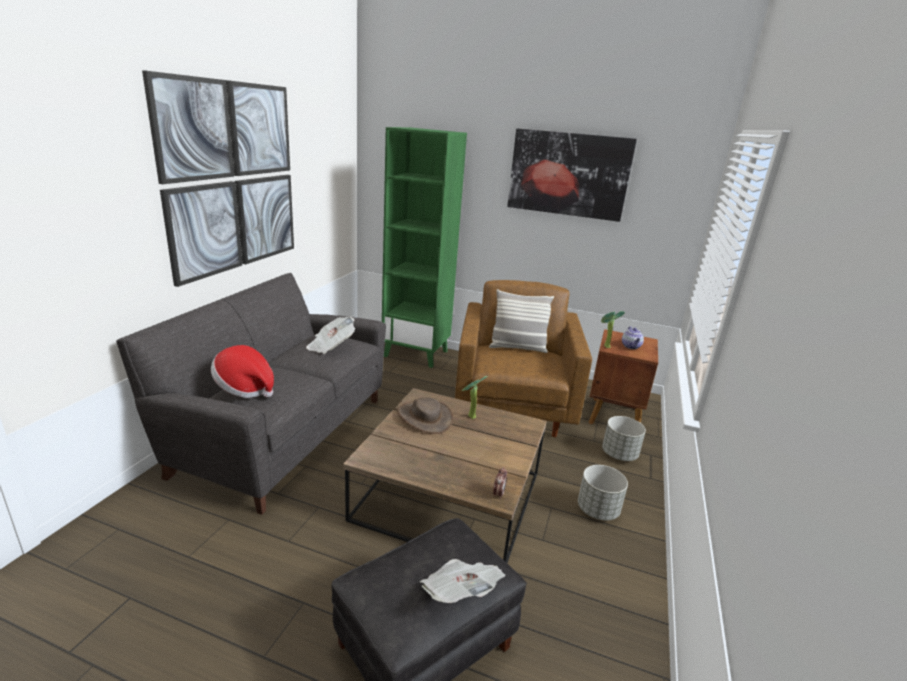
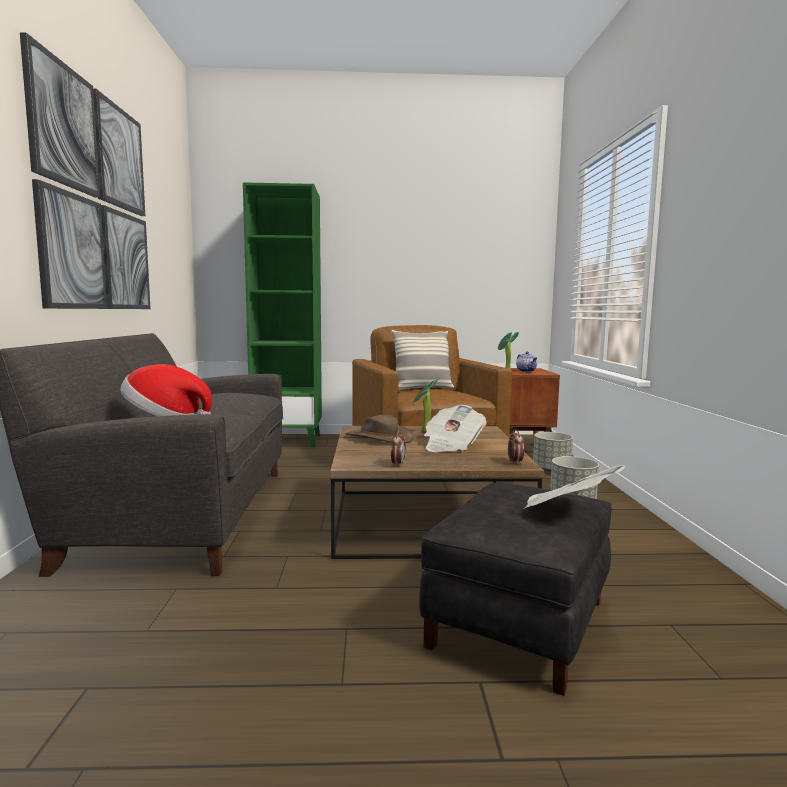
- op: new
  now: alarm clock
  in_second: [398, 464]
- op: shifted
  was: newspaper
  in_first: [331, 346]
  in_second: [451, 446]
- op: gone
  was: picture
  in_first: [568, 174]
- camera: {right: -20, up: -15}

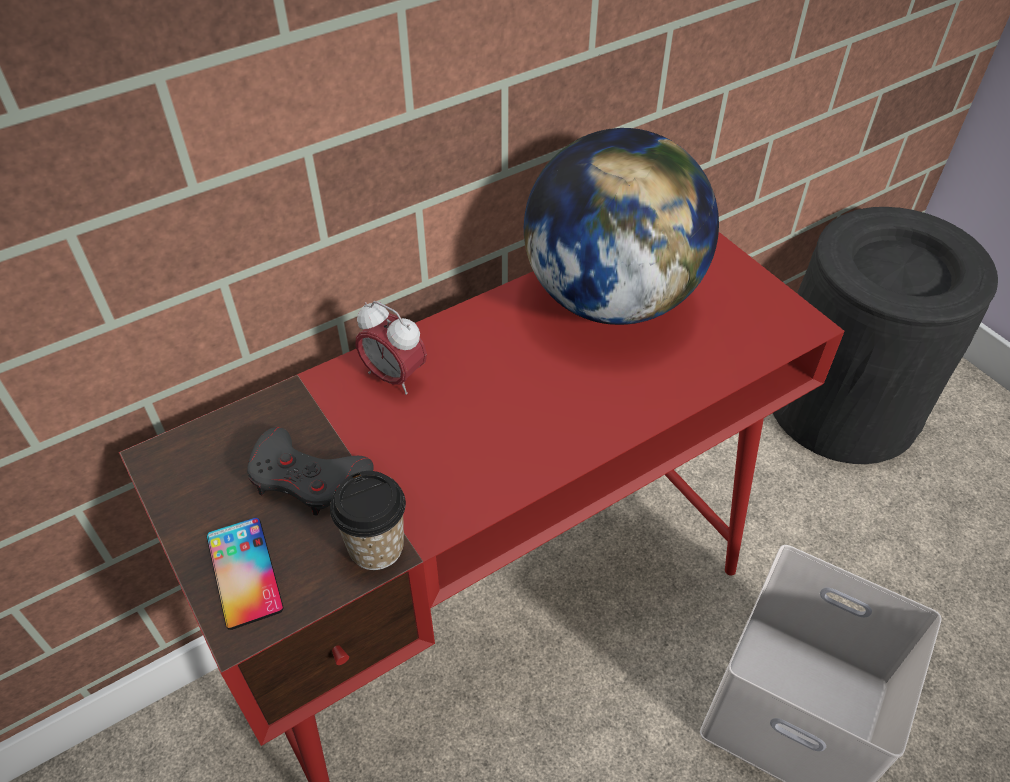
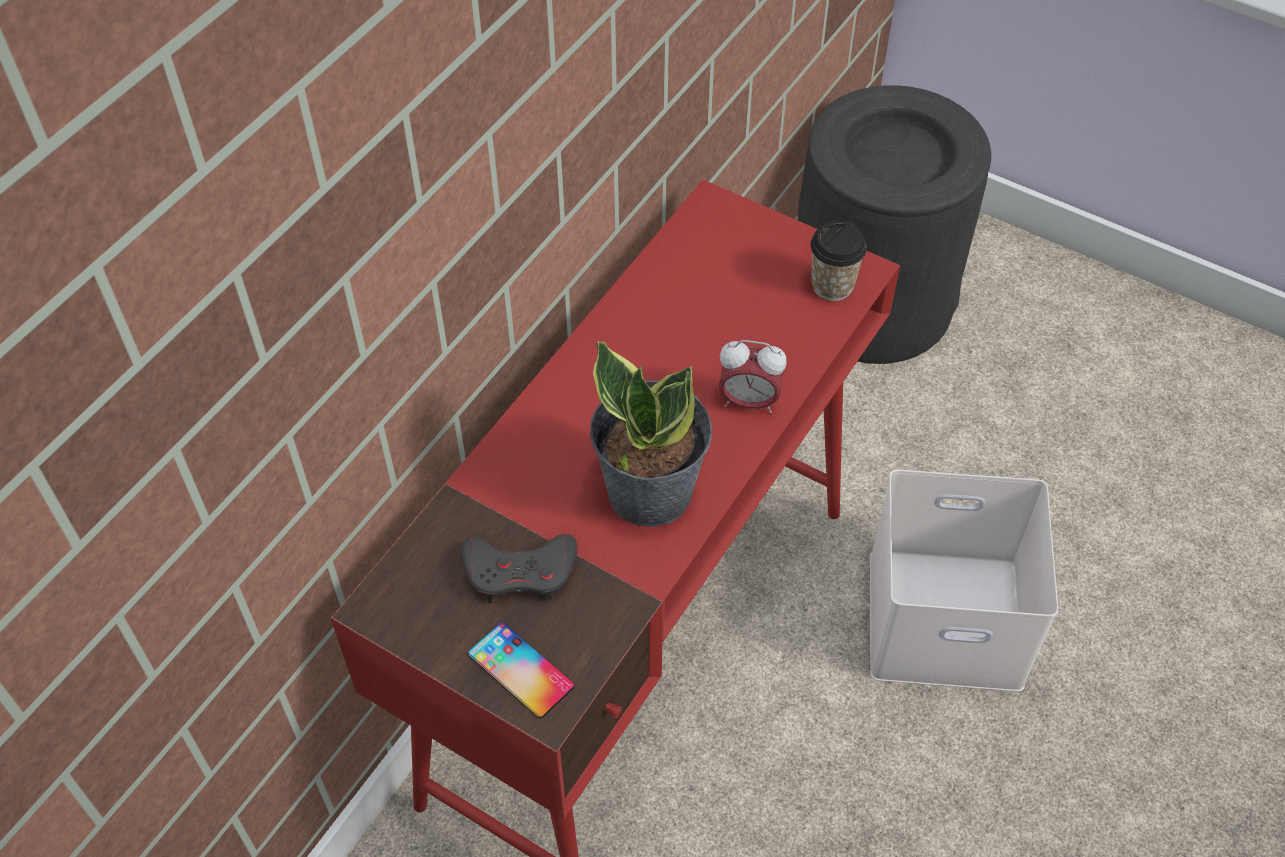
- op: new
  now: potted plant
  in_second: [650, 490]
- op: shifted
  was: alarm clock
  in_first: [394, 377]
  in_second: [749, 401]
- op: shifted
  was: cup
  in_first: [376, 547]
  in_second: [832, 285]
- op: gone
  was: globe
  in_first: [611, 298]
- camera: {right: -25, up: 5}

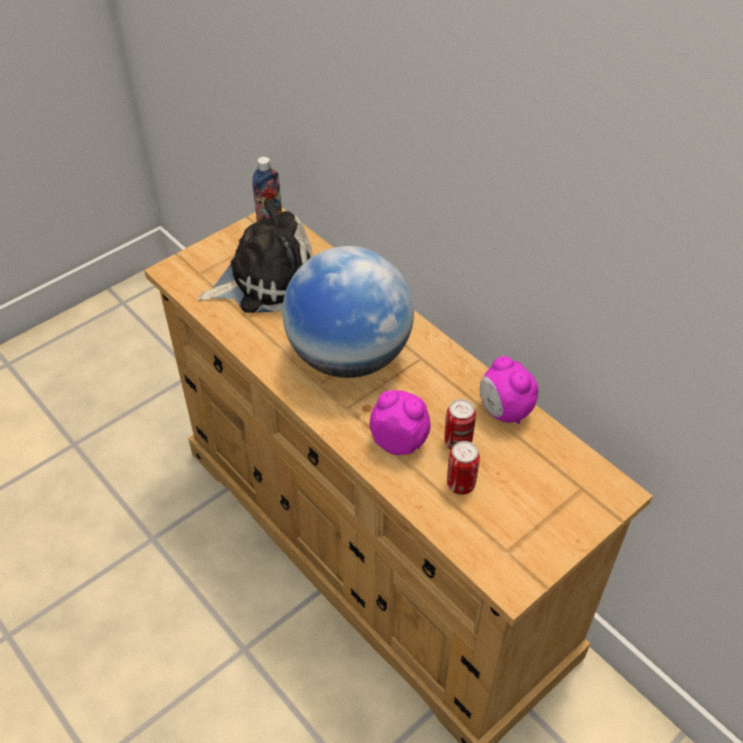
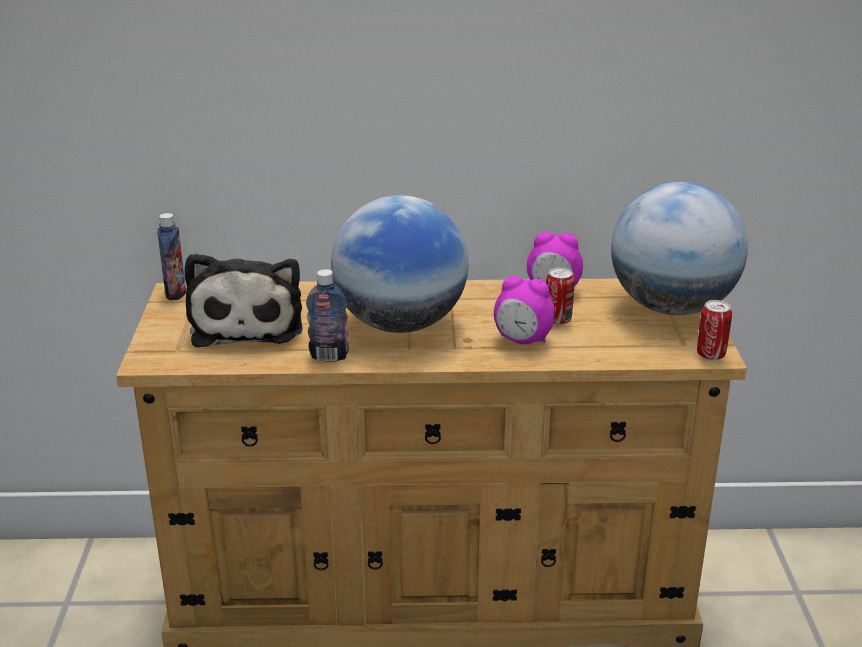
- op: rotated
  was: plush toy
  in_first: [266, 280]
  in_second: [248, 323]
  clockwise: 150
- op: new
  now: bottle
  in_second: [329, 356]
- op: rotated
  was: alarm clock
  in_first: [399, 441]
  in_second: [522, 340]
  clockwise: -135
- op: new
  now: globe
  in_second: [671, 307]
- op: shifted
  was: can
  in_first: [460, 484]
  in_second: [710, 355]
- camera: {right: -50, up: -20}

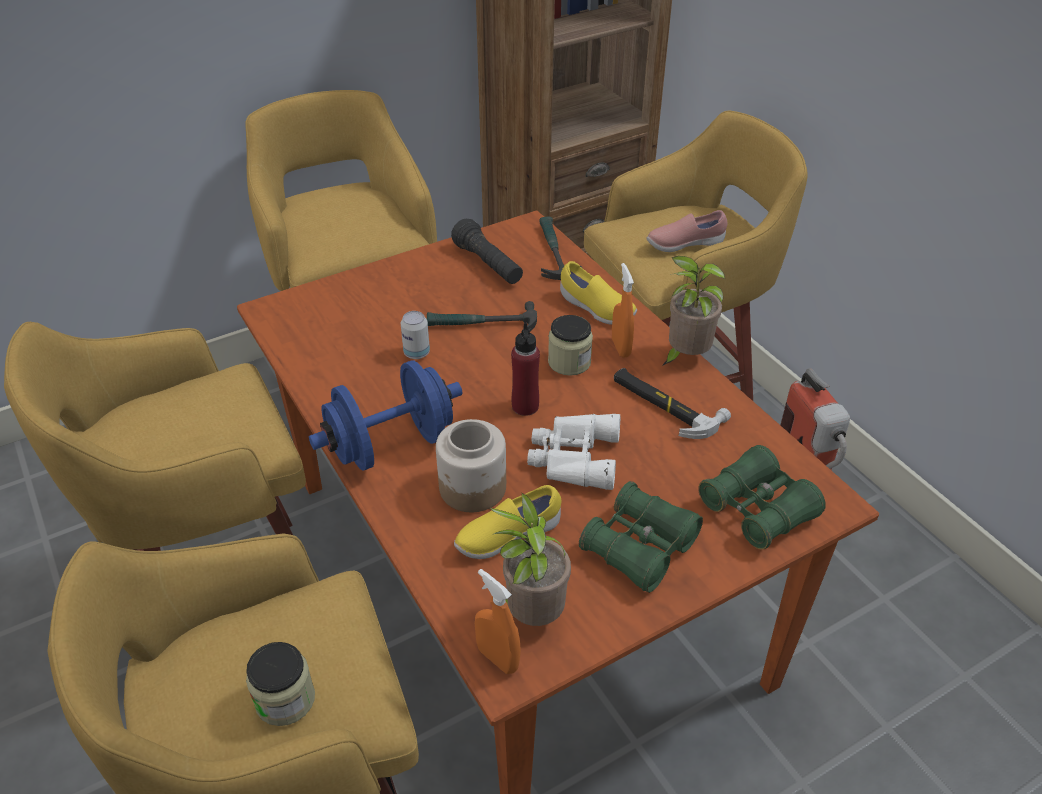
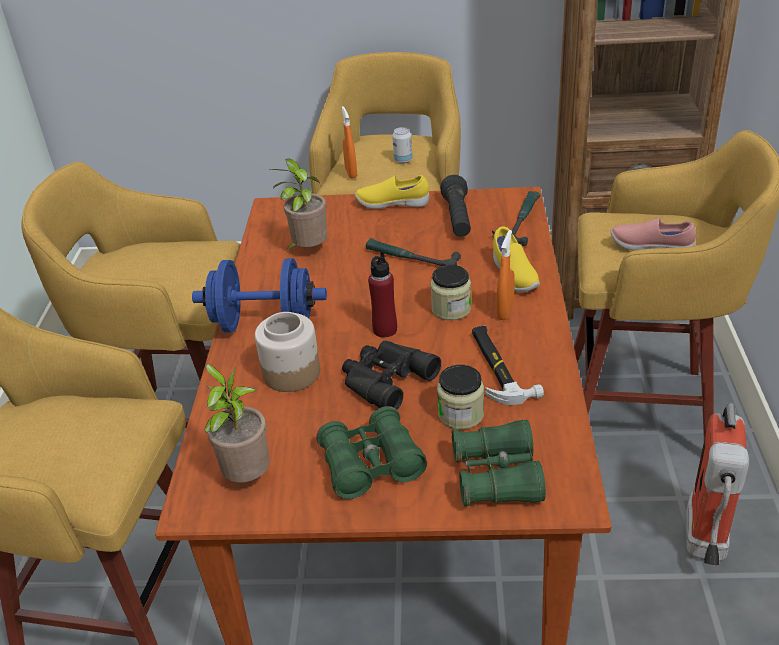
- op: shifted
  was: potted plant
  in_first: [685, 356]
  in_second: [308, 250]
- op: shifted
  was: orange spray bottle
  in_first: [497, 658]
  in_second: [351, 173]
- op: repainted
  was: white binoculars
  now: black binoculars
  in_first: [572, 457]
  in_second: [384, 379]
- op: shifted
  was: yellow shoe
  in_first: [507, 536]
  in_second: [392, 204]
- op: shifted
  was: can
  in_first: [416, 353]
  in_second: [403, 160]
- op: shifted
  was: jar
  in_first: [285, 699]
  in_second: [461, 414]
- camera: {right: 35, up: -5}

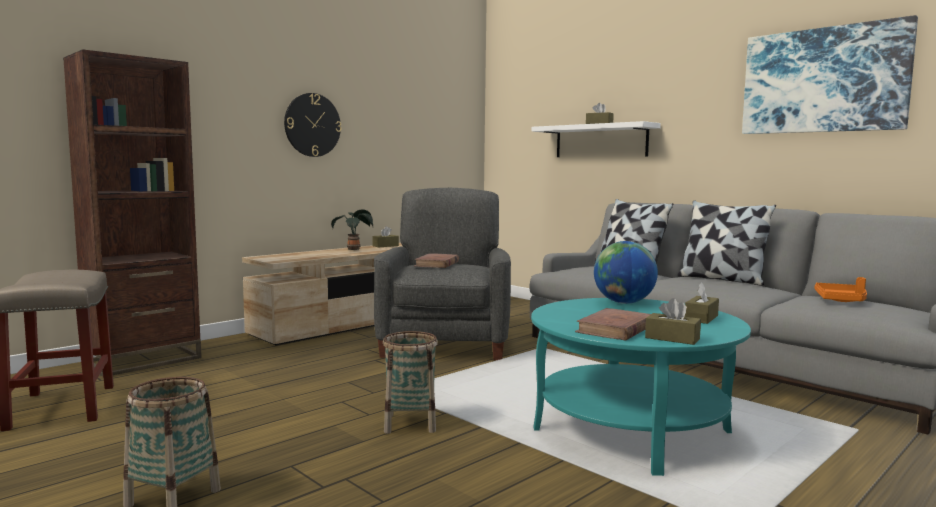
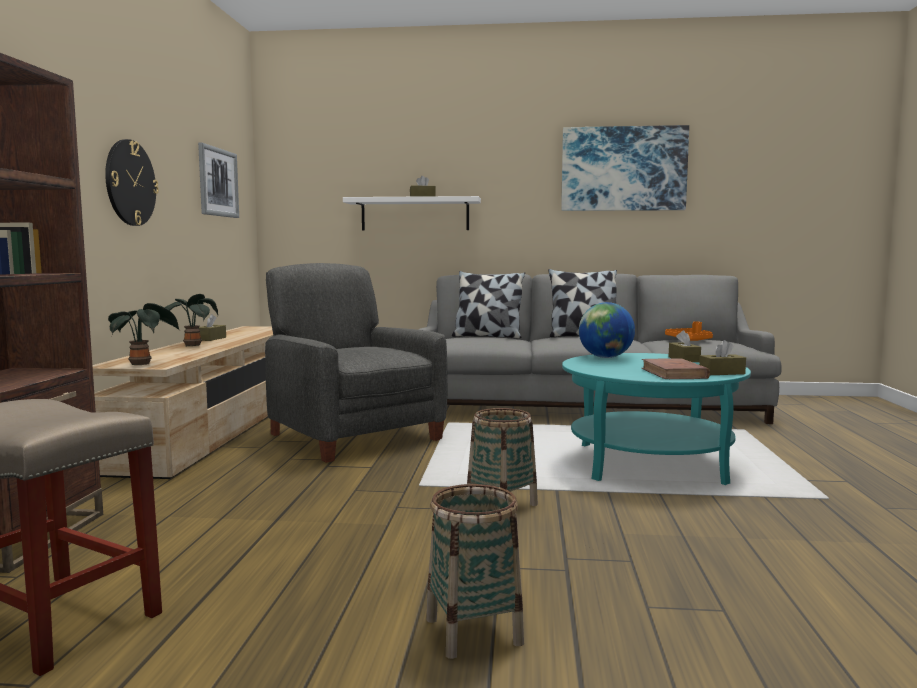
- op: new
  now: potted plant
  in_second: [143, 364]
- op: new
  now: picture
  in_second: [218, 182]
- op: gone
  was: brown book
  in_first: [437, 264]
- camera: {right: -40, up: 0}

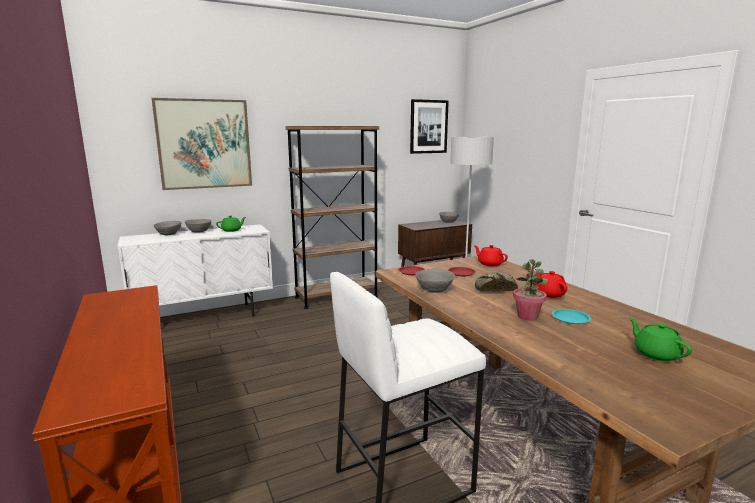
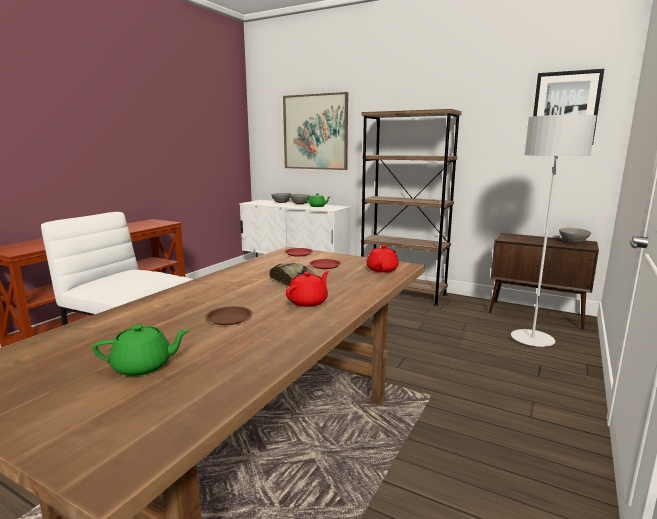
- op: rotated
  was: green teapot
  in_first: [656, 354]
  in_second: [144, 366]
  clockwise: 45
- op: repainted
  was: turquoise plate
  now: brown plate
  in_first: [571, 319]
  in_second: [229, 319]
- op: gone
  was: grey bowl
  in_first: [433, 290]
- op: gone
  was: potted plant
  in_first: [527, 316]
- camera: {right: 55, up: 0}

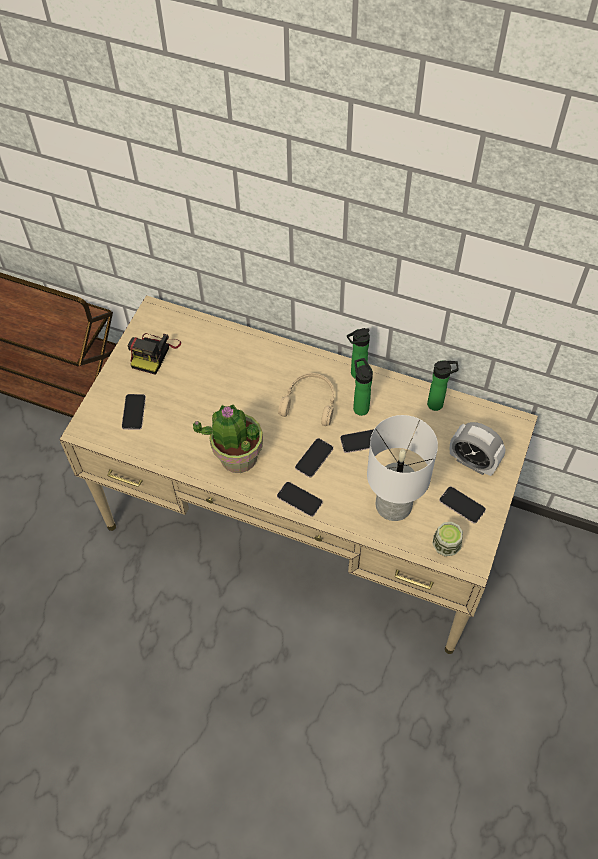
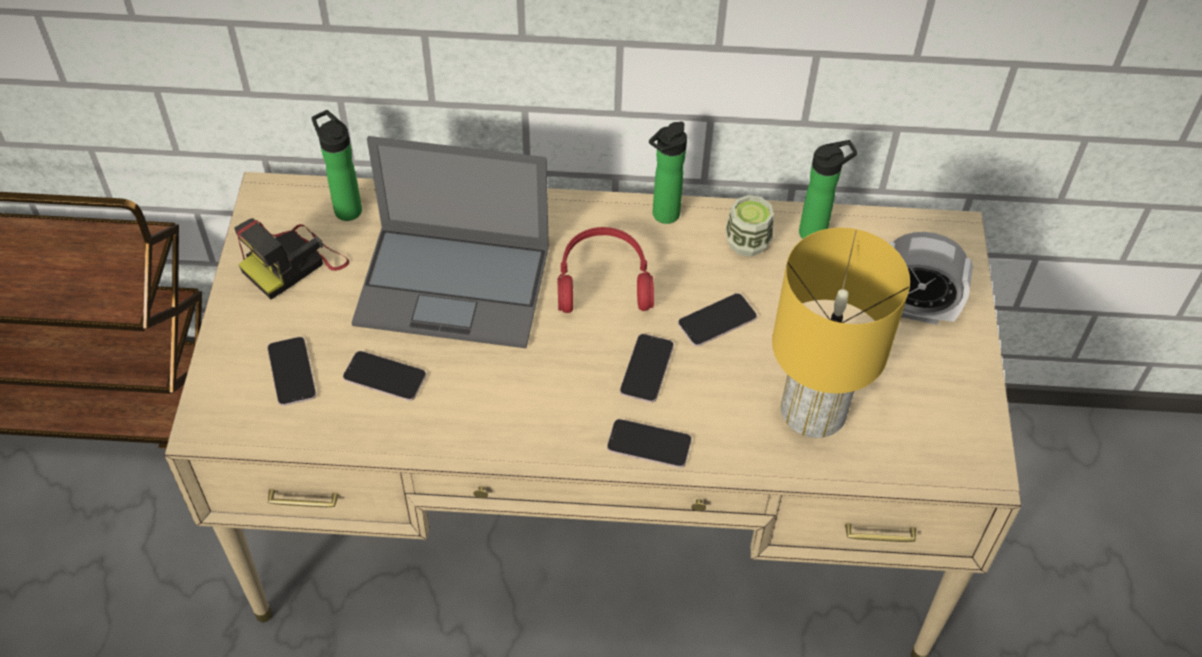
- op: rotated
  was: photo camera
  in_first: [154, 353]
  in_second: [294, 263]
  clockwise: 45
- op: shifted
  was: bottle
  in_first: [360, 407]
  in_second: [345, 208]
- op: shifted
  was: phone
  in_first: [462, 505]
  in_second: [384, 376]
- op: new
  now: laptop
  in_second: [455, 285]
- op: repainted
  was: beige headphones
  now: red headphones
  in_first: [310, 402]
  in_second: [603, 280]
- op: shifted
  was: cup
  in_first: [446, 546]
  in_second: [747, 242]
- op: repainted
  was: white table lamp
  now: yellow table lamp
  in_first: [393, 504]
  in_second: [812, 409]
- op: gone
  was: potted plant
  in_first: [237, 456]
- camera: {right: -20, up: -5}

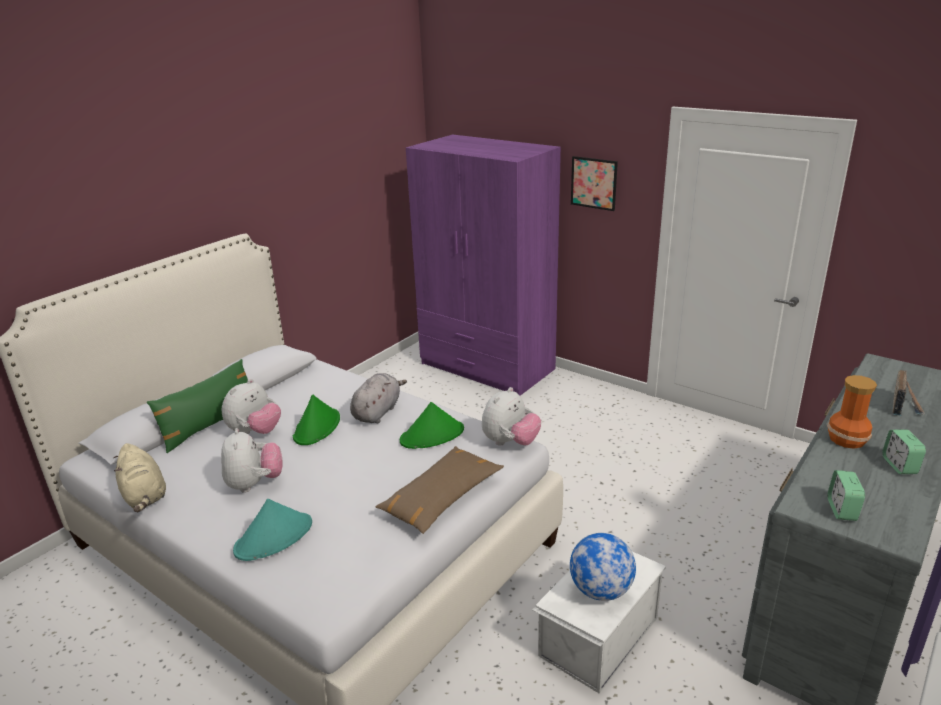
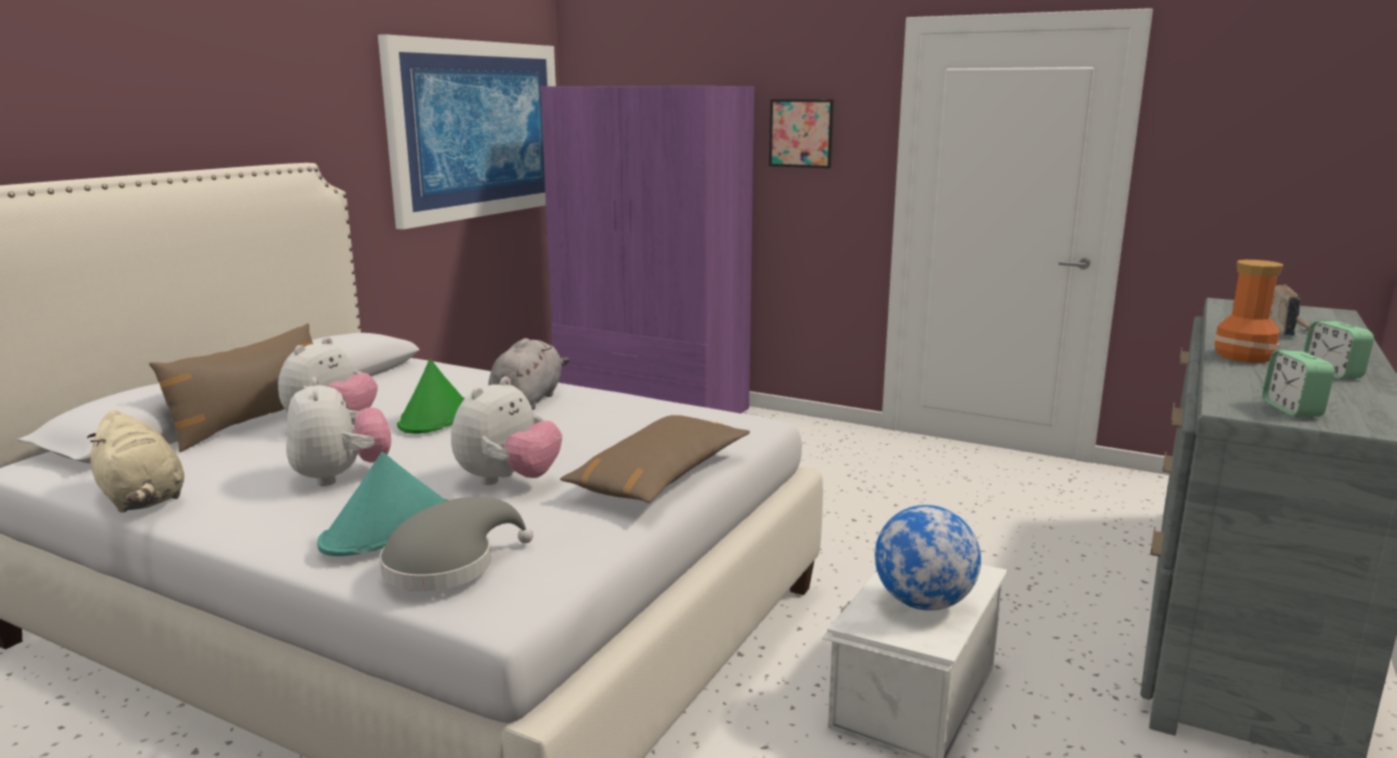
- op: repainted
  was: green pillow
  now: brown pillow
  in_first: [210, 425]
  in_second: [254, 422]
- op: new
  now: picture
  in_second: [477, 129]
- op: new
  now: grey hat
  in_second: [447, 565]
- op: shifted
  was: plush toy
  in_first: [510, 442]
  in_second: [508, 481]
- op: gone
  was: green hat
  in_first: [432, 435]
- camera: {right: -10, up: -10}

